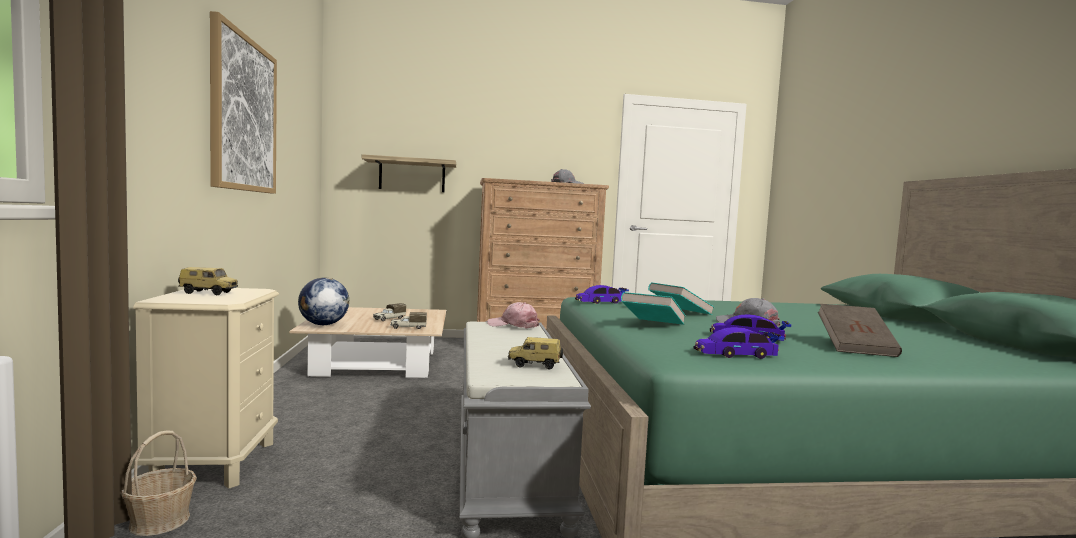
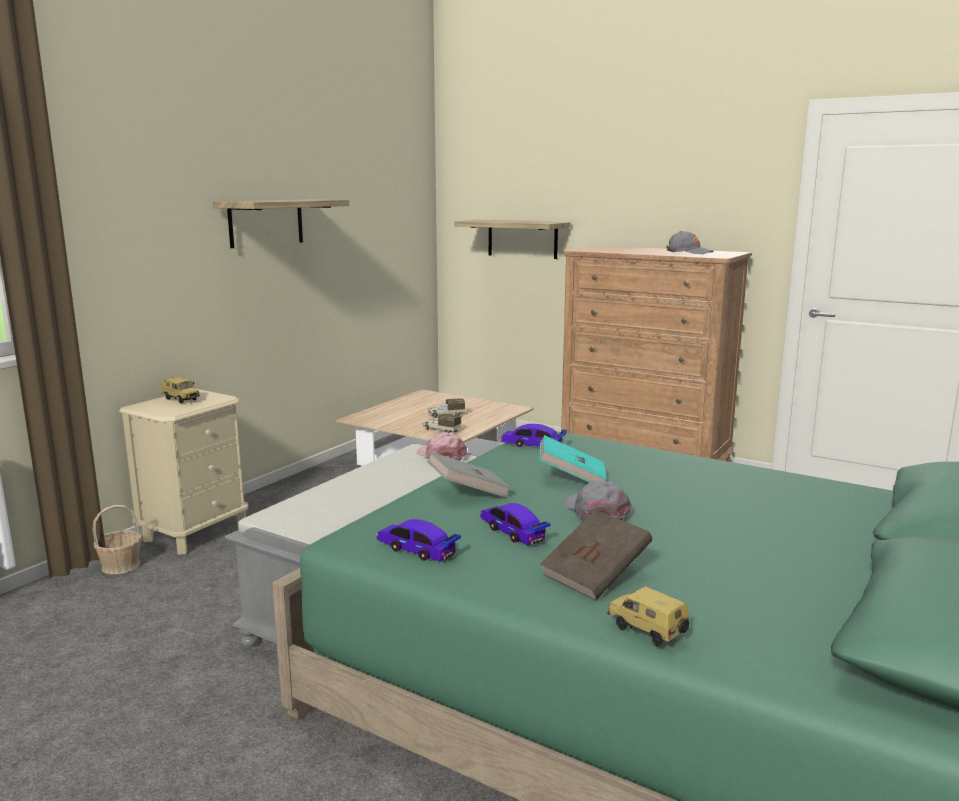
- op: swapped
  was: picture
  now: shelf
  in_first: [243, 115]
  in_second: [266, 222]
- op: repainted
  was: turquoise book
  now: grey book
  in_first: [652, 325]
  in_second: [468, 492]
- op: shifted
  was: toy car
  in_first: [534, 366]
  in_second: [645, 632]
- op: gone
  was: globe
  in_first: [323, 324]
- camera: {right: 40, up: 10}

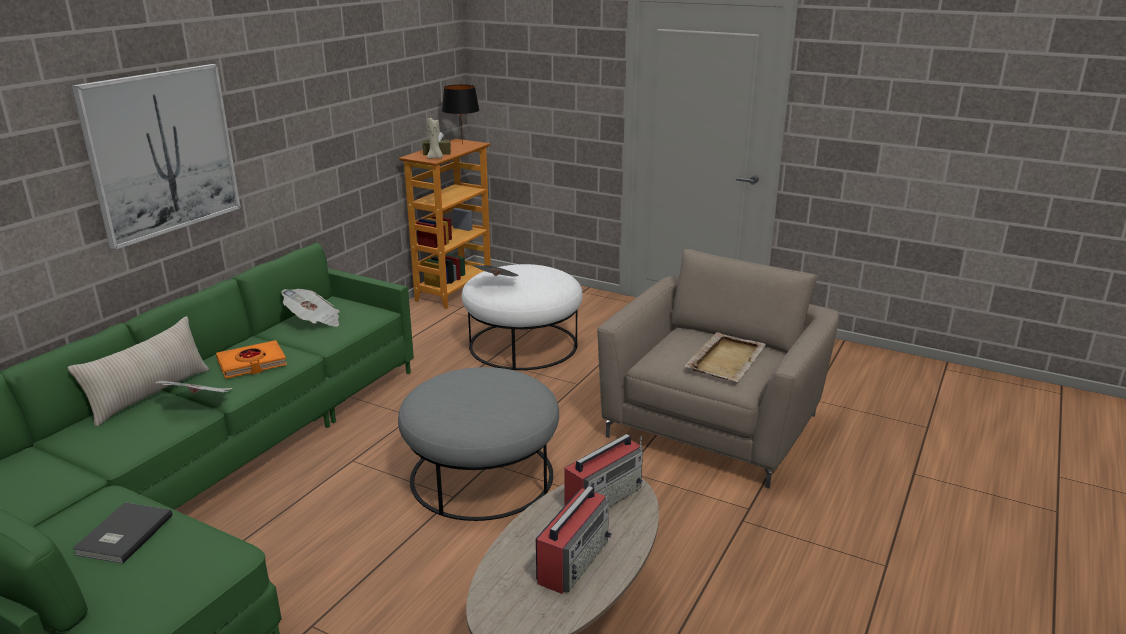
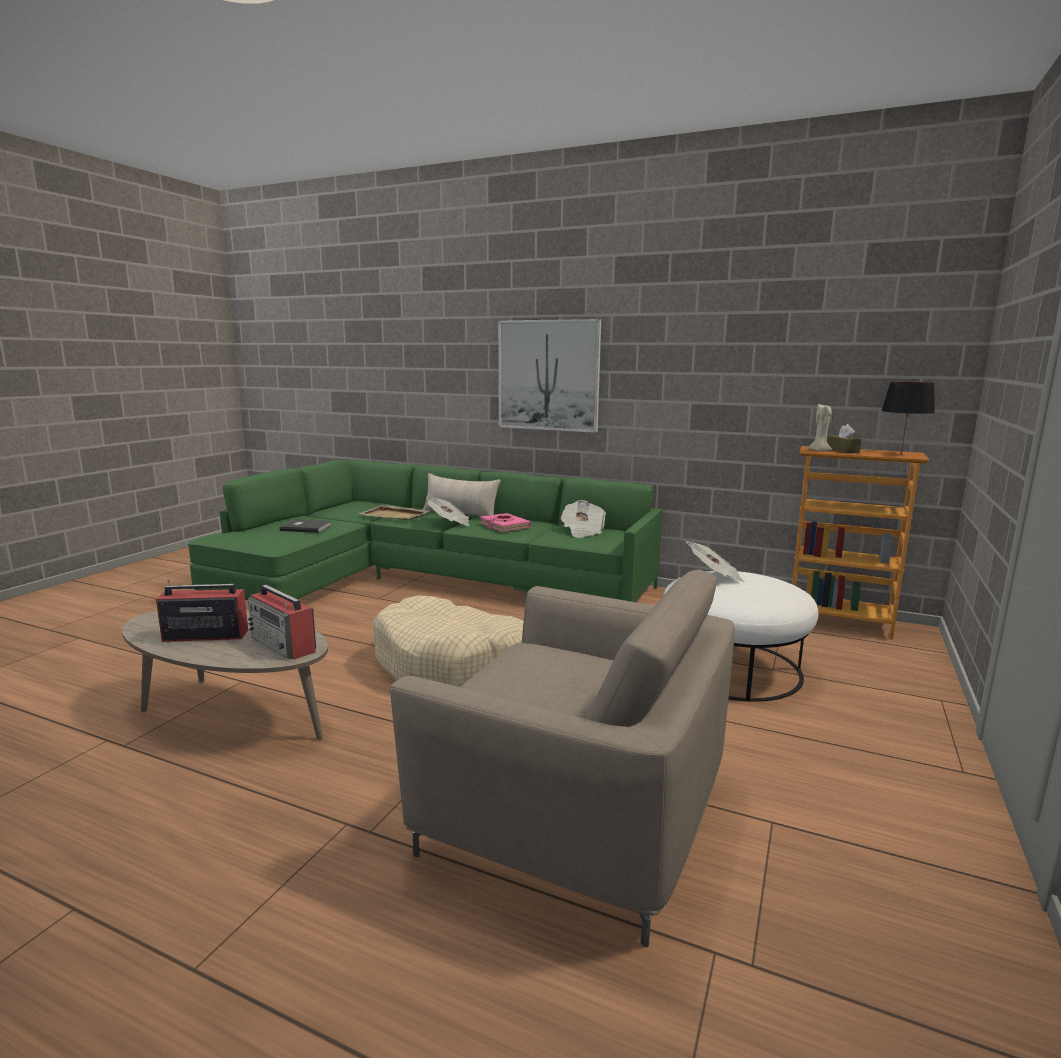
- op: rotated
  was: radio
  in_first: [574, 560]
  in_second: [205, 635]
  clockwise: 150
- op: shifted
  was: beige tray
  in_first: [726, 359]
  in_second: [395, 515]
- op: swapped
  was: grey ottoman
  now: beige dog bed
  in_first: [482, 476]
  in_second: [455, 664]
- op: repainted
  was: orange book
  now: pink book
  in_first: [252, 364]
  in_second: [504, 526]
- camera: {right: 85, up: -10}

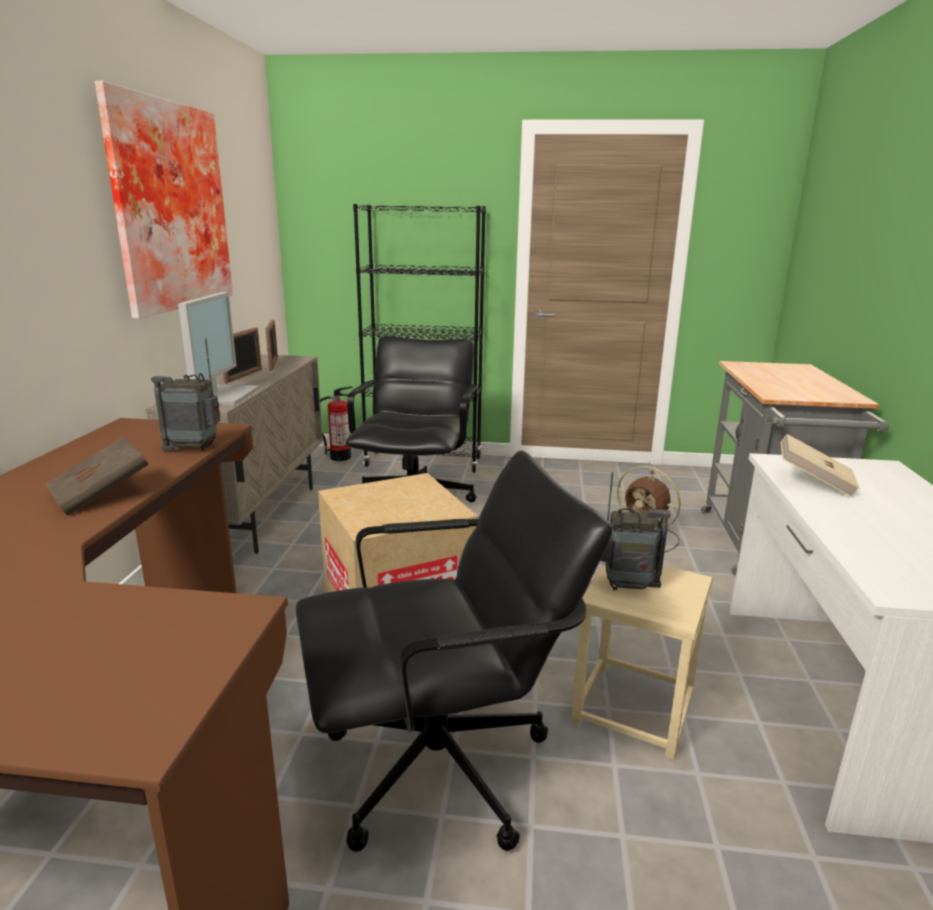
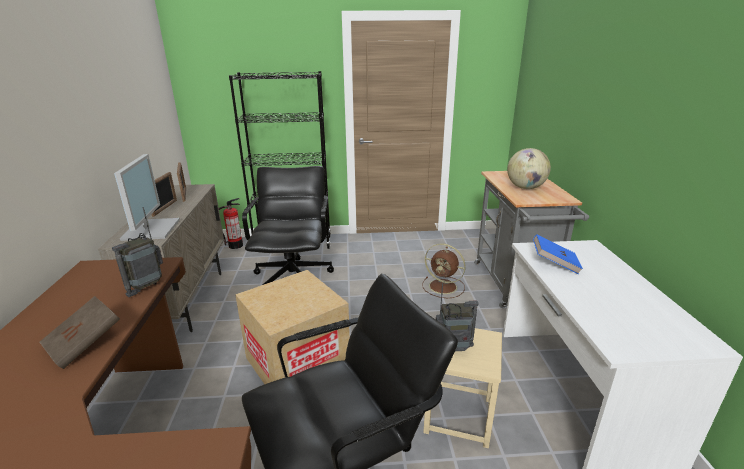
- op: rotated
  was: radio
  in_first: [194, 448]
  in_second: [146, 286]
  clockwise: -45
- op: new
  now: globe
  in_second: [525, 188]
- op: repainted
  was: beige book
  now: blue book
  in_first: [814, 482]
  in_second: [554, 264]
- op: gone
  was: picture
  in_first: [166, 207]
- camera: {right: -10, up: 5}

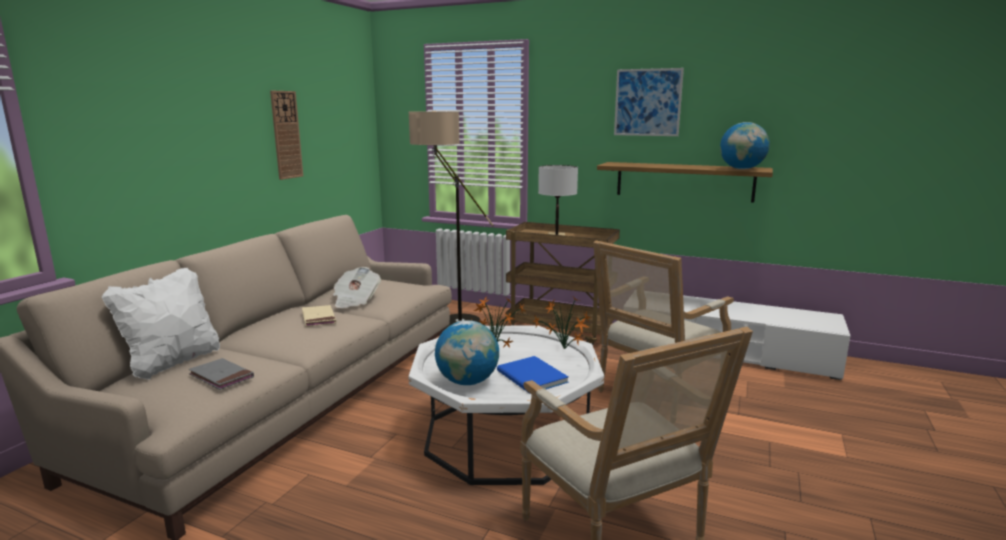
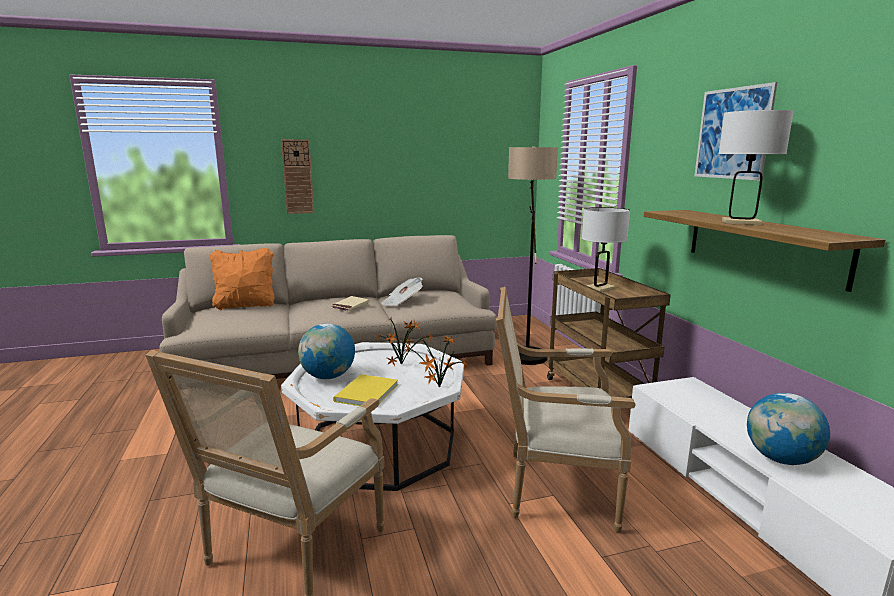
- op: repainted
  was: white pillow
  now: orange pillow
  in_first: [173, 362]
  in_second: [245, 306]
- op: shifted
  was: wall clock
  in_first: [286, 135]
  in_second: [298, 177]
- op: repainted
  was: blue book
  now: yellow book
  in_first: [531, 377]
  in_second: [364, 393]
- op: new
  now: white table lamp
  in_second: [741, 222]
- op: shifted
  was: globe
  in_first: [742, 169]
  in_second: [780, 459]
- op: gone
  was: grey book
  in_first: [221, 376]
- camera: {right: 50, up: 0}

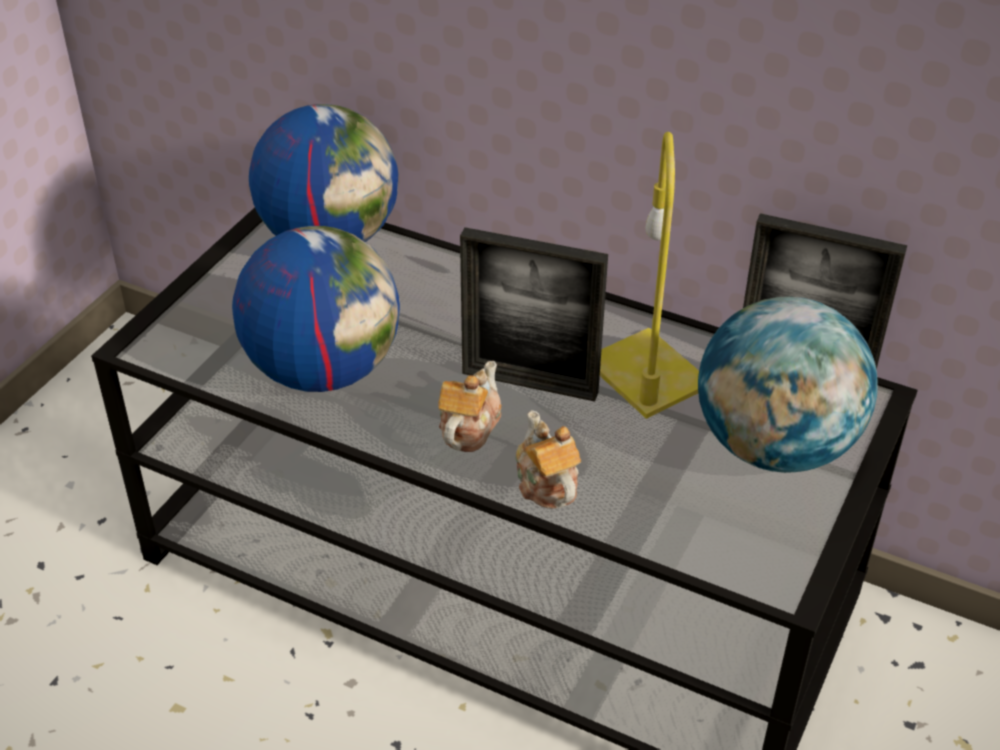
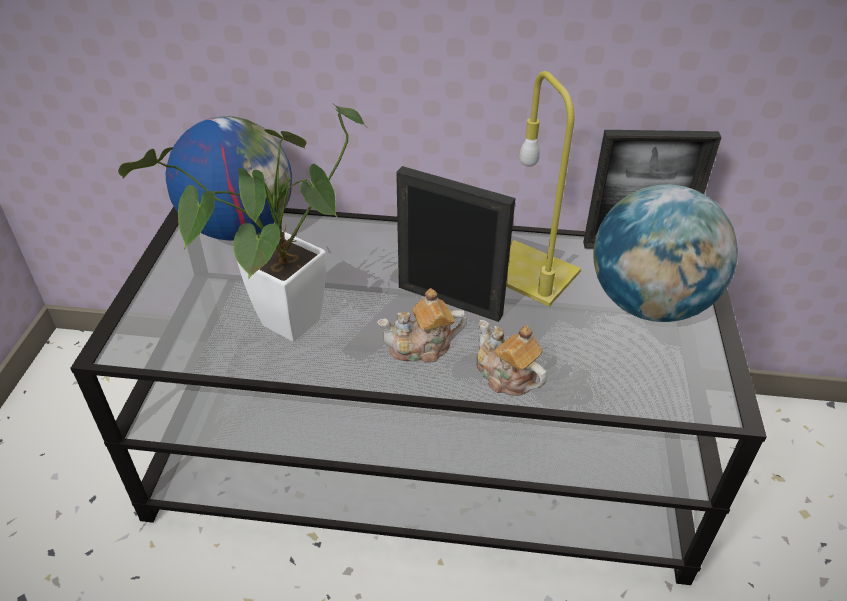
- op: swapped
  was: globe
  now: potted plant
  in_first: [323, 370]
  in_second: [282, 330]
- op: rotated
  was: teapot
  in_first: [468, 427]
  in_second: [422, 347]
  clockwise: -105
- op: rotated
  was: picture frame
  in_first: [529, 383]
  in_second: [449, 301]
  clockwise: -150
- camera: {right: -20, up: 0}

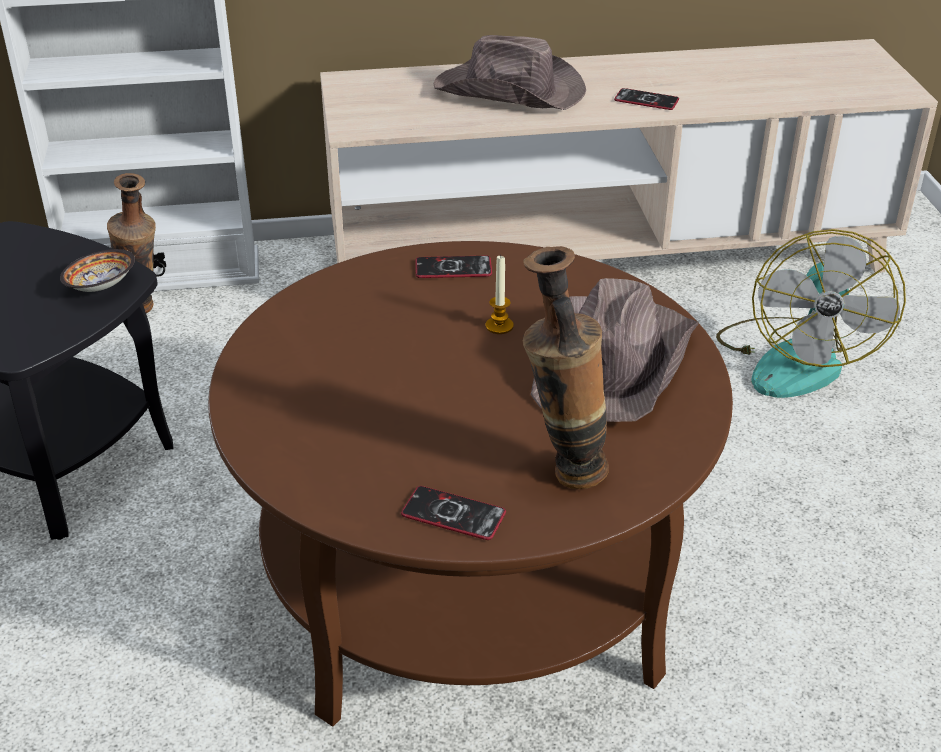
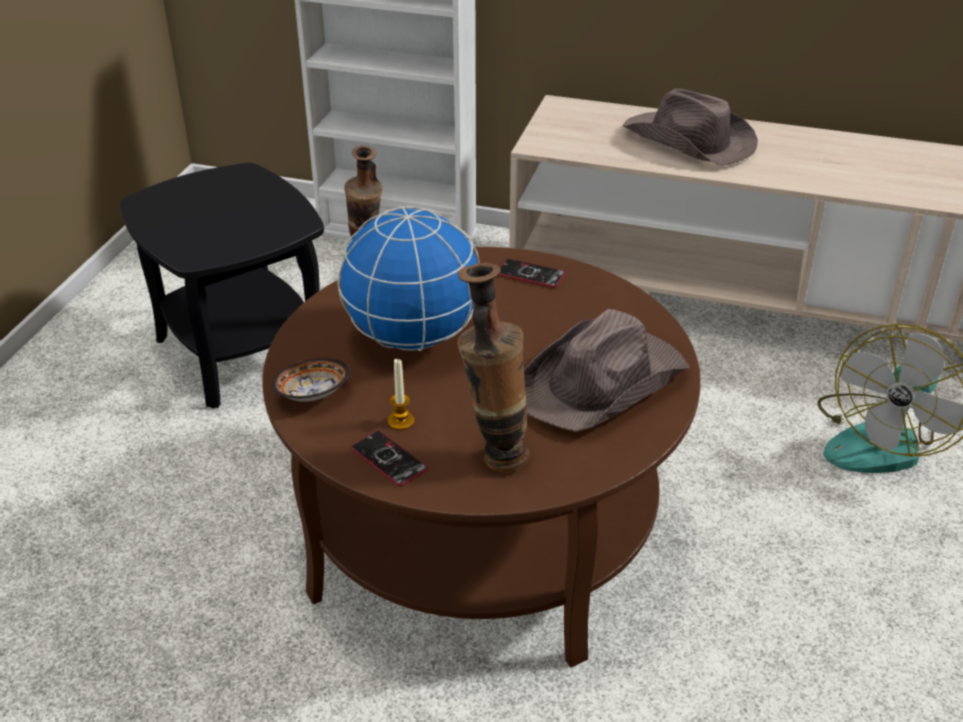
- op: shifted
  was: bowl
  in_first: [101, 286]
  in_second: [313, 395]
- op: new
  now: globe
  in_second: [412, 338]
- op: shifted
  was: candle
  in_first: [499, 326]
  in_second: [401, 421]
- op: gone
  was: phone
  in_first: [646, 100]
- camera: {right: 25, up: 0}

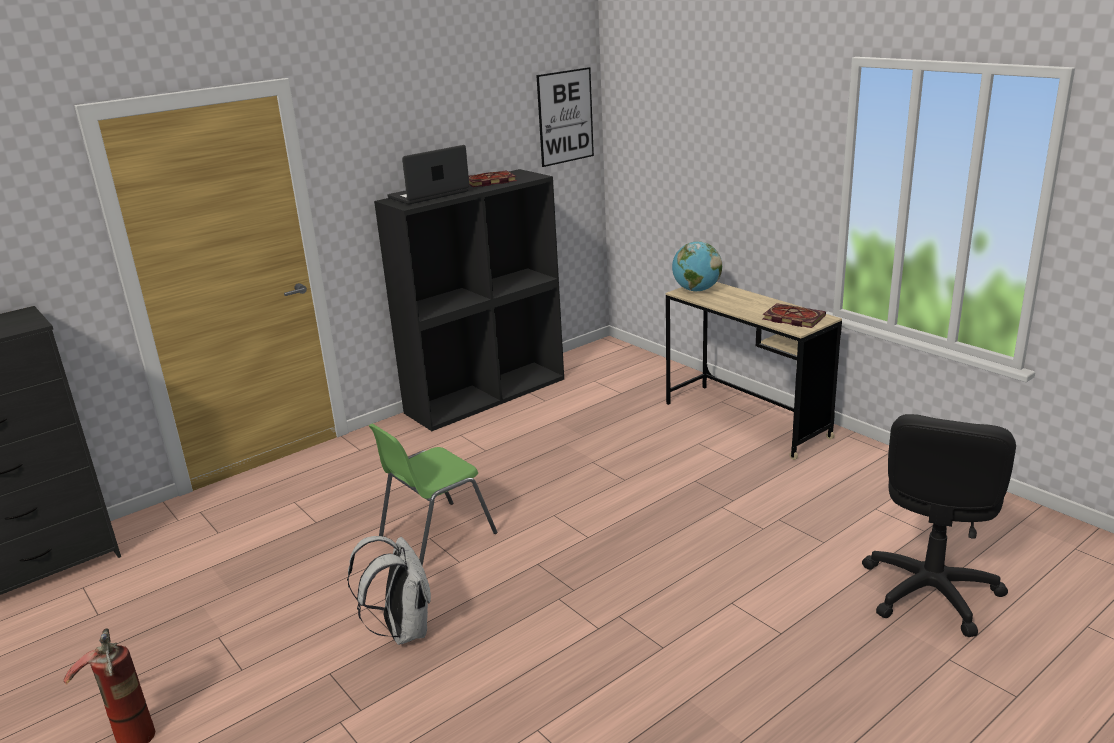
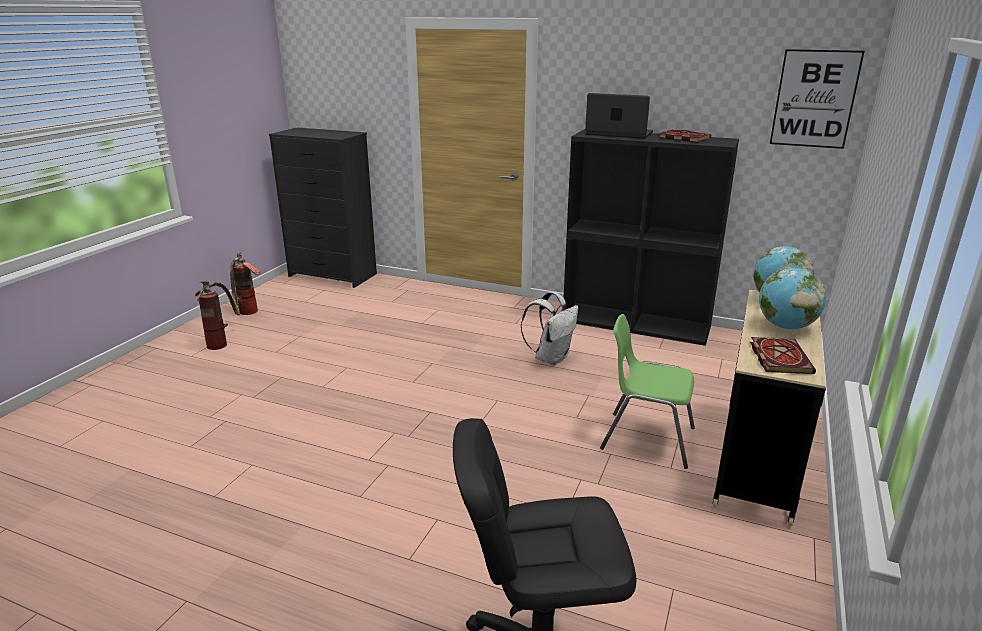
- op: new
  now: fire extinguisher
  in_second: [248, 314]
- op: shifted
  was: white backpack
  in_first: [402, 630]
  in_second: [551, 358]
- op: shifted
  was: green chair
  in_first: [435, 536]
  in_second: [646, 438]
- op: new
  now: globe
  in_second: [785, 326]
- camera: {right: 60, up: 0}

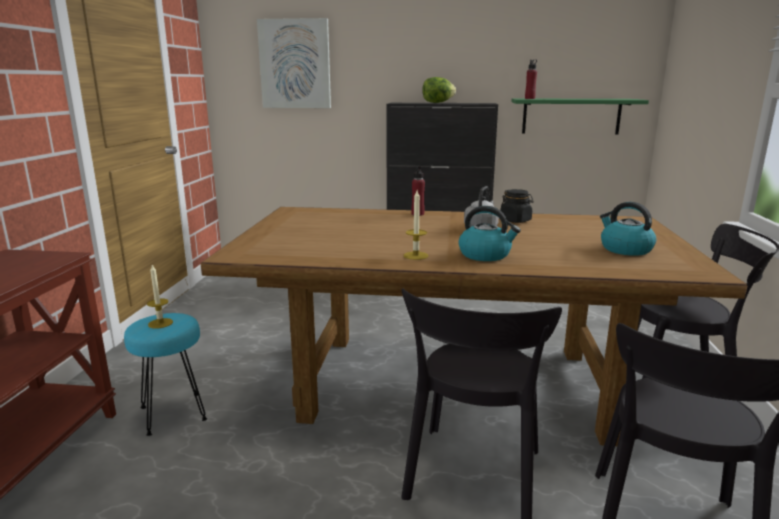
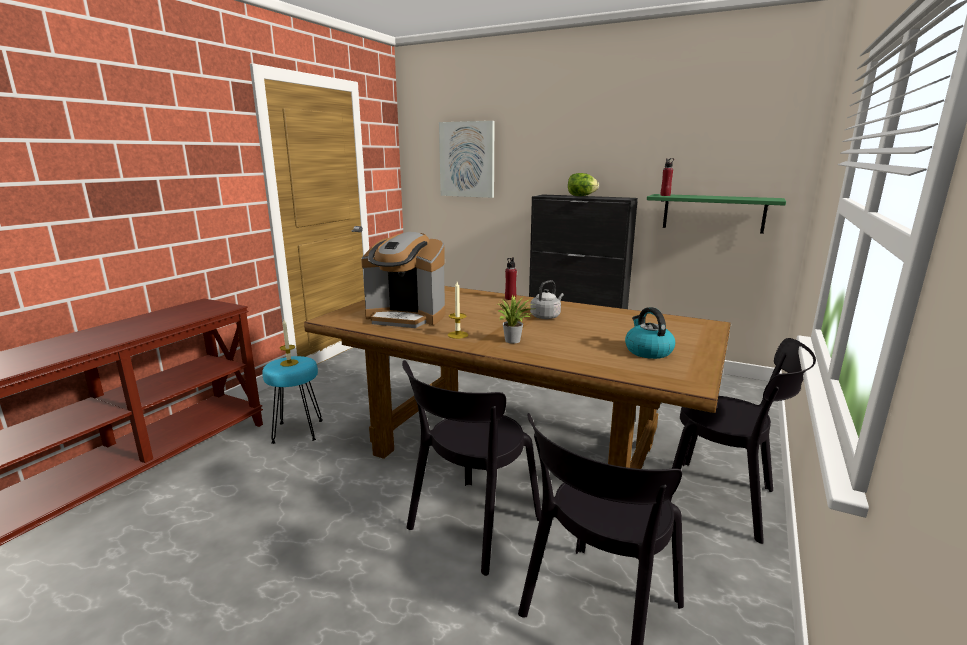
- op: new
  now: coffee machine
  in_second: [406, 317]
- op: swapped
  was: kettle
  now: potted plant
  in_first: [485, 255]
  in_second: [514, 341]
- op: gone
  was: black jar
  in_first: [515, 220]
- camera: {right: 20, up: 0}

